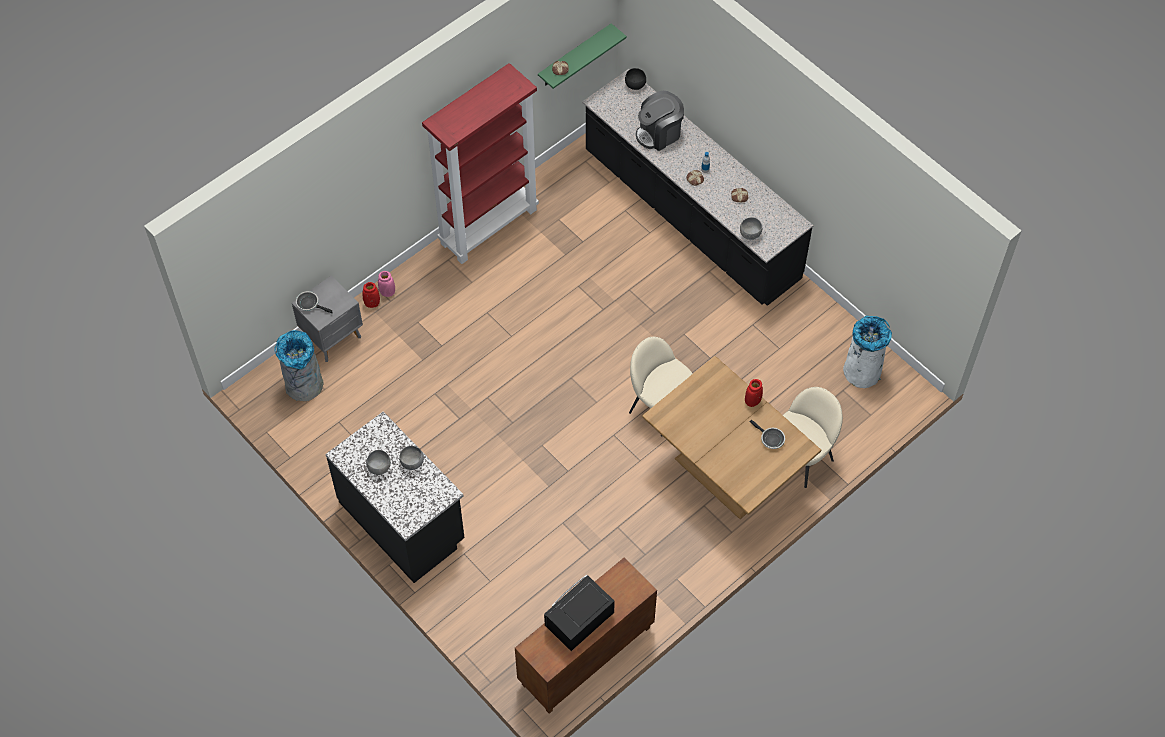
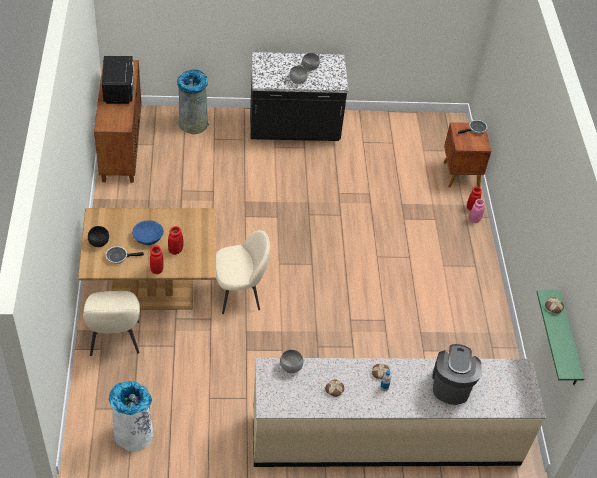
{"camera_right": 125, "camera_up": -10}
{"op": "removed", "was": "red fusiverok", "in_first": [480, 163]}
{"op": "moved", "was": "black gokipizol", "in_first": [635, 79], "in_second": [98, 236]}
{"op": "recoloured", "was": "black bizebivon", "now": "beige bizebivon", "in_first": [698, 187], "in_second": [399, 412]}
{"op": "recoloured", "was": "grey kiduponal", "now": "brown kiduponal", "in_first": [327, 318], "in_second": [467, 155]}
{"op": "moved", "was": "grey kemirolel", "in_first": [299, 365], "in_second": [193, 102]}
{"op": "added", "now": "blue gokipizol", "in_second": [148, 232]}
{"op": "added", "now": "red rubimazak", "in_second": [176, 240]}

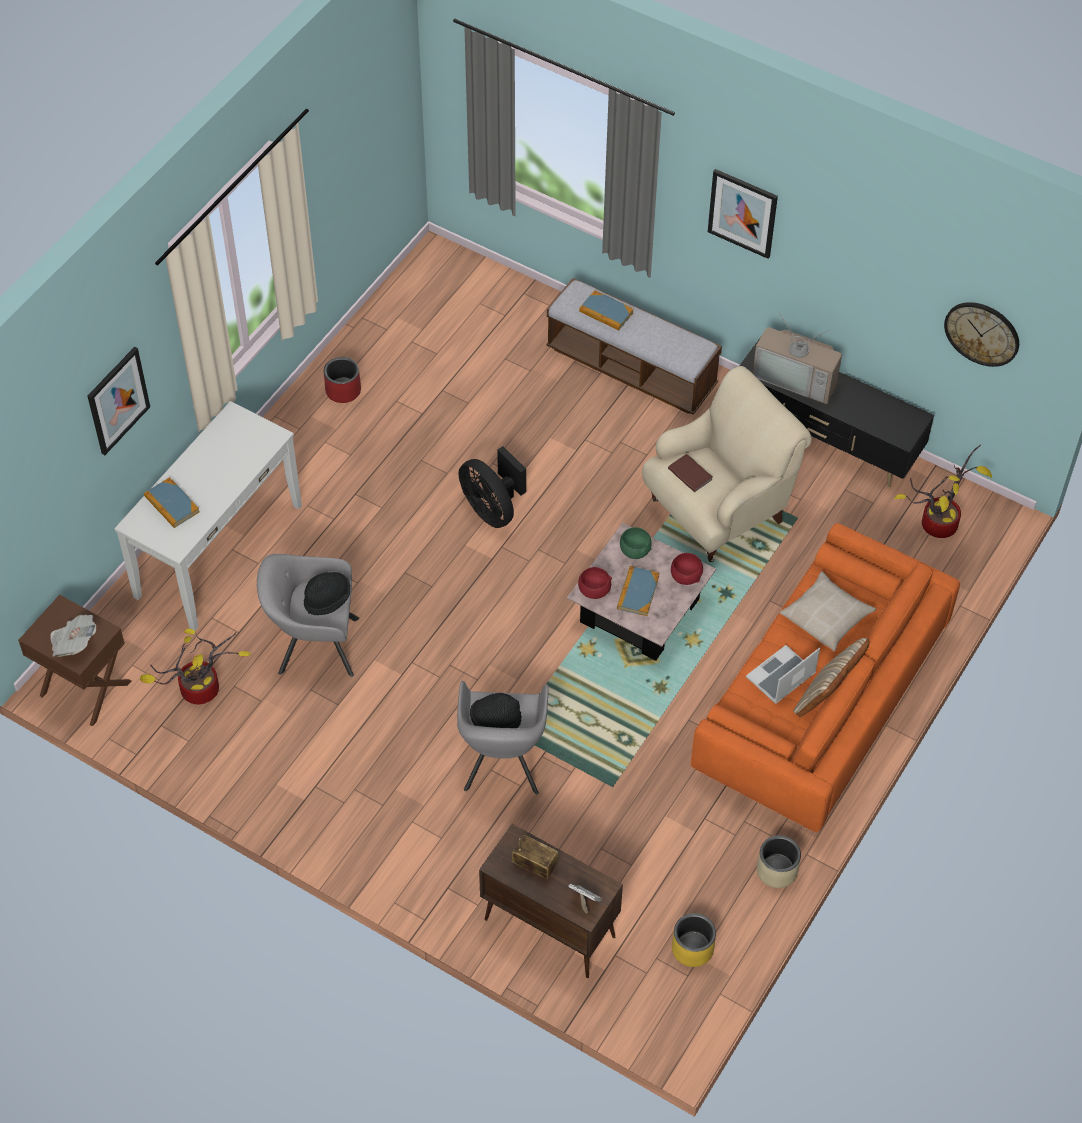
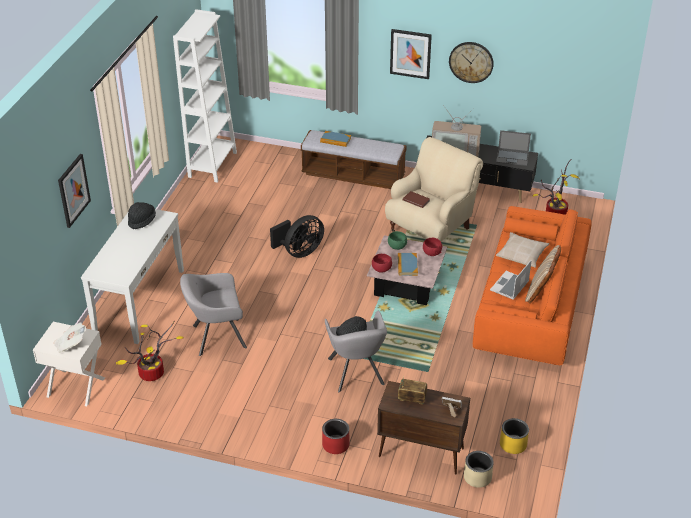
{"camera_right": -15, "camera_up": -15}
{"op": "moved", "was": "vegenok", "in_first": [981, 334], "in_second": [471, 62]}
{"op": "moved", "was": "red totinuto", "in_first": [342, 380], "in_second": [336, 436]}
{"op": "turned", "was": "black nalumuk", "in_first": [492, 487], "in_second": [297, 236], "clockwise": -75}
{"op": "removed", "was": "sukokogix", "in_first": [172, 502]}
{"op": "moved", "was": "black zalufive", "in_first": [327, 593], "in_second": [142, 215]}
{"op": "recoloured", "was": "brown kiduponal", "now": "white kiduponal", "in_first": [74, 661], "in_second": [69, 364]}
{"op": "moved", "was": "beige totinuto", "in_first": [779, 861], "in_second": [479, 469]}
{"op": "added", "now": "white fusiverok", "in_second": [205, 96]}
{"op": "added", "now": "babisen", "in_second": [513, 148]}

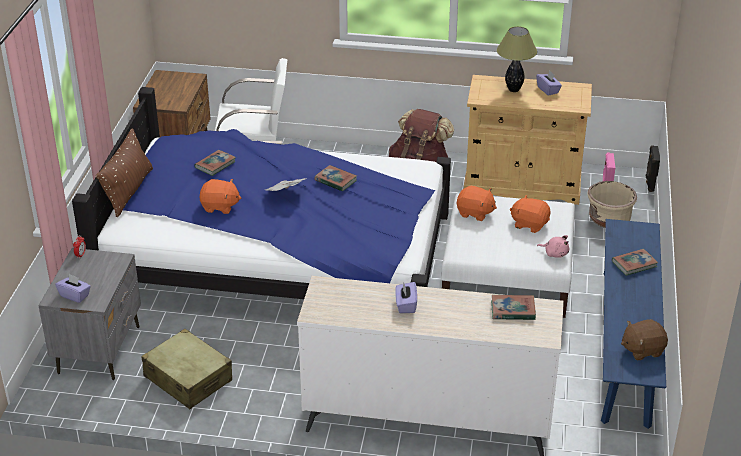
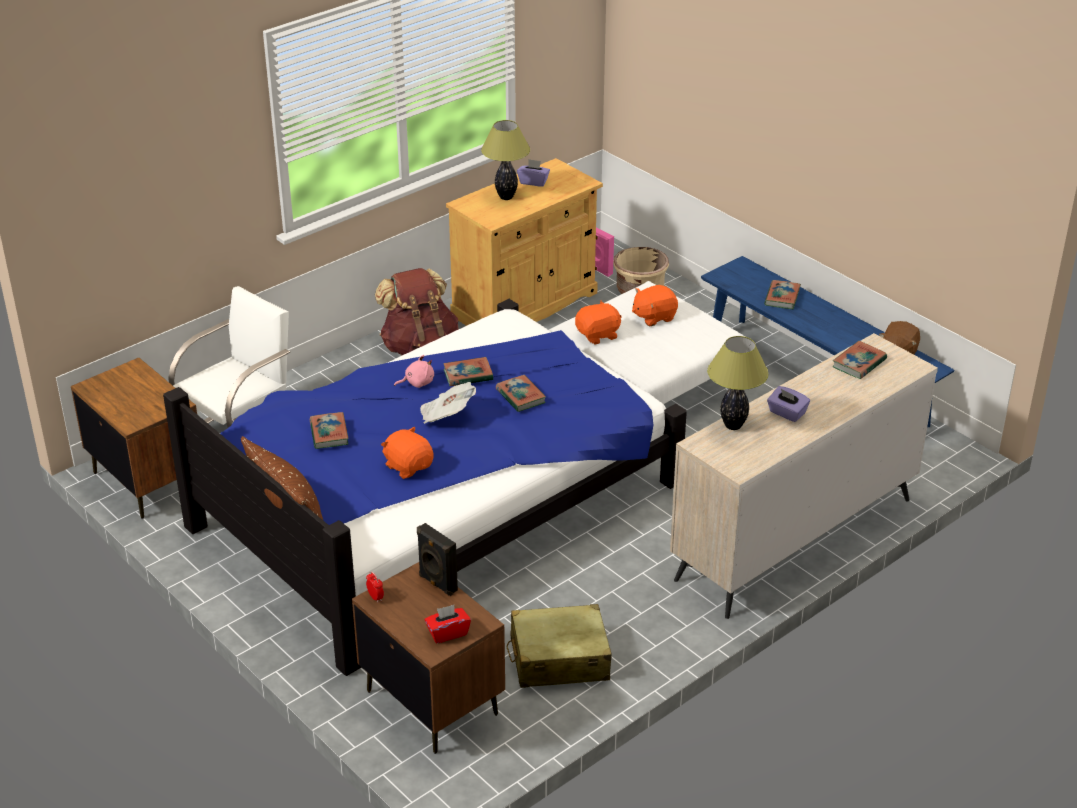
{"camera_right": -50, "camera_up": 0}
{"op": "moved", "was": "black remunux", "in_first": [653, 168], "in_second": [437, 559]}
{"op": "turned", "was": "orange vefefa", "in_first": [220, 196], "in_second": [407, 452], "clockwise": -90}
{"op": "moved", "was": "pink vefefa", "in_first": [553, 246], "in_second": [414, 371]}
{"op": "recoloured", "was": "grey kiduponal", "now": "brown kiduponal", "in_first": [89, 314], "in_second": [428, 658]}
{"op": "recoloured", "was": "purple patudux", "now": "red patudux", "in_first": [73, 288], "in_second": [447, 624]}
{"op": "added", "now": "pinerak", "in_second": [738, 383]}
{"op": "added", "now": "sukokogix", "in_second": [521, 393]}

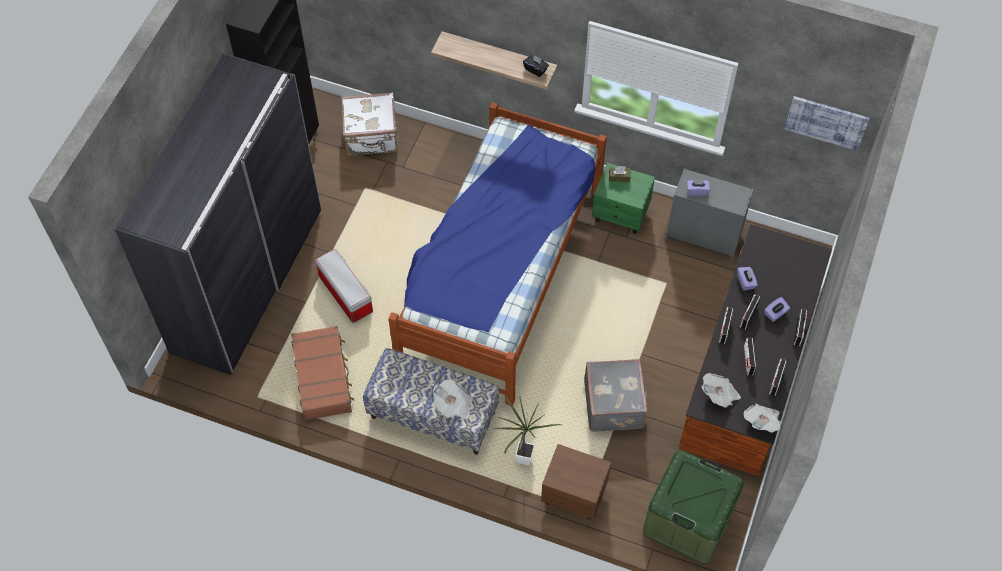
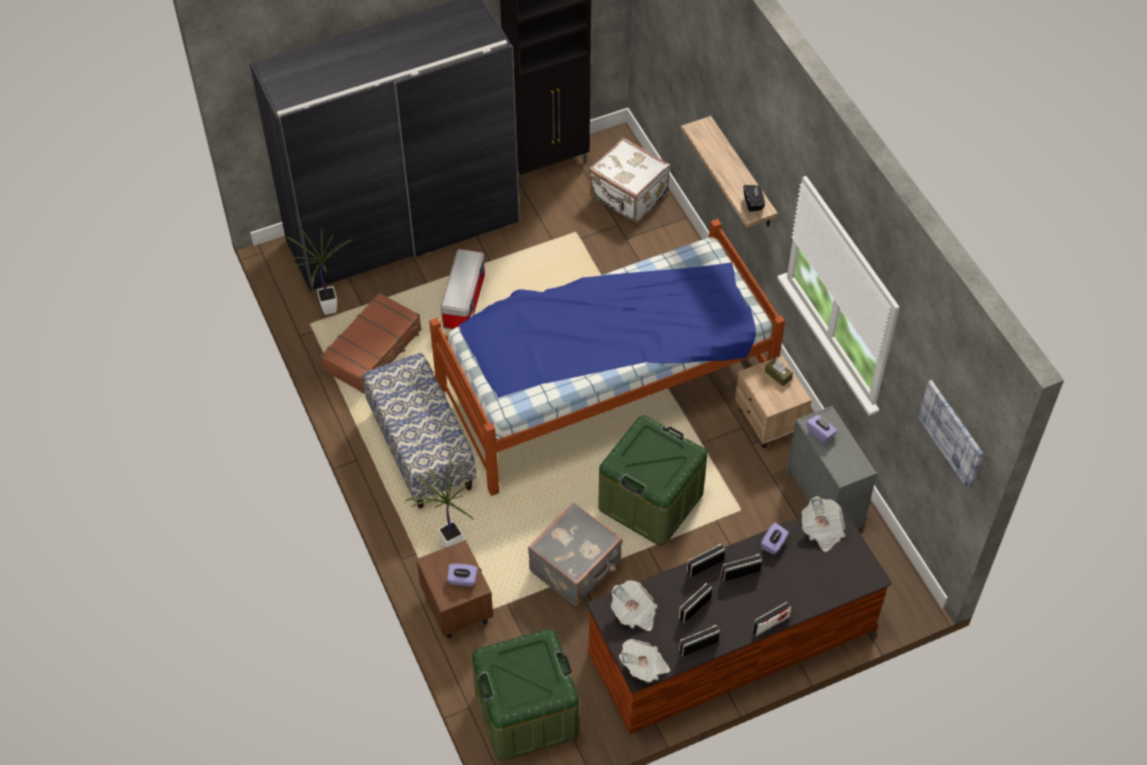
{"camera_right": 45, "camera_up": -5}
{"op": "recoloured", "was": "green kiduponal", "now": "beige kiduponal", "in_first": [623, 198], "in_second": [773, 401]}
{"op": "moved", "was": "purple patudux", "in_first": [777, 309], "in_second": [462, 574]}
{"op": "moved", "was": "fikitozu", "in_first": [452, 399], "in_second": [824, 524]}
{"op": "added", "now": "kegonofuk", "in_second": [320, 271]}
{"op": "added", "now": "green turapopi", "in_second": [653, 480]}

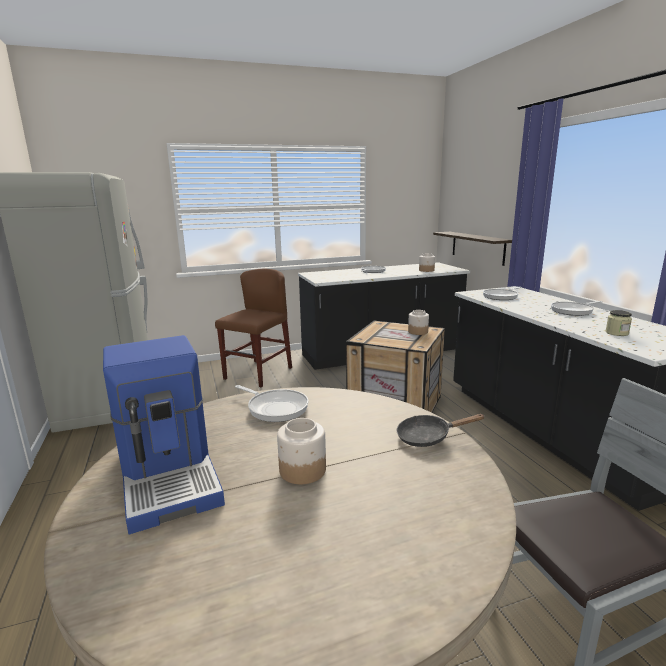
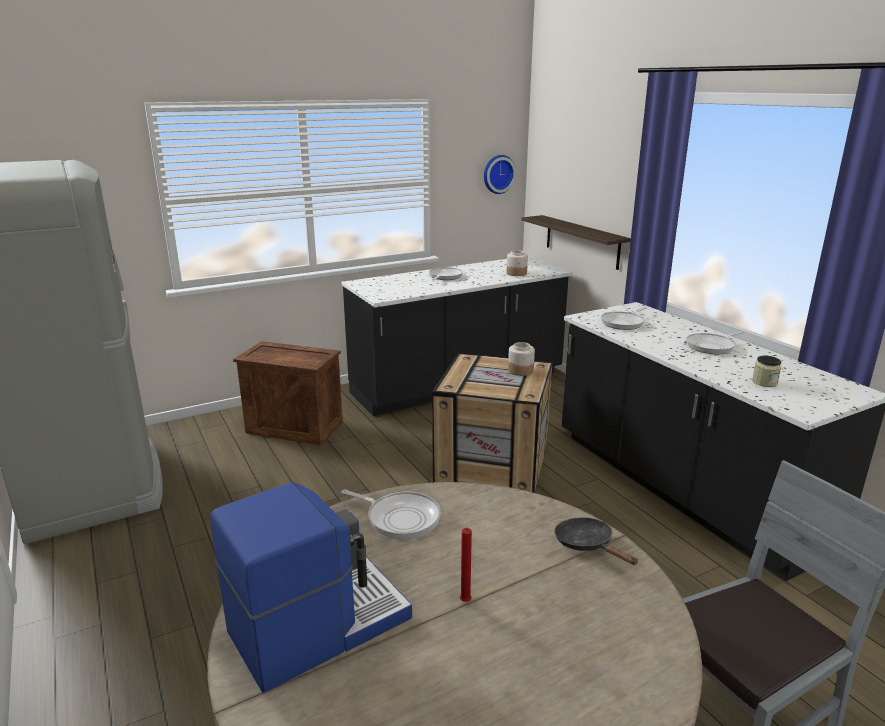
{"camera_right": -10, "camera_up": 5}
{"op": "replaced", "was": "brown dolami", "now": "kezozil", "in_first": [253, 328], "in_second": [288, 393]}
{"op": "turned", "was": "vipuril", "in_first": [164, 434], "in_second": [311, 587], "clockwise": -90}
{"op": "turned", "was": "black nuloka", "in_first": [440, 430], "in_second": [596, 541], "clockwise": 75}
{"op": "replaced", "was": "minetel", "now": "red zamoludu", "in_first": [301, 451], "in_second": [466, 565]}
{"op": "added", "now": "vegenok", "in_second": [500, 174]}

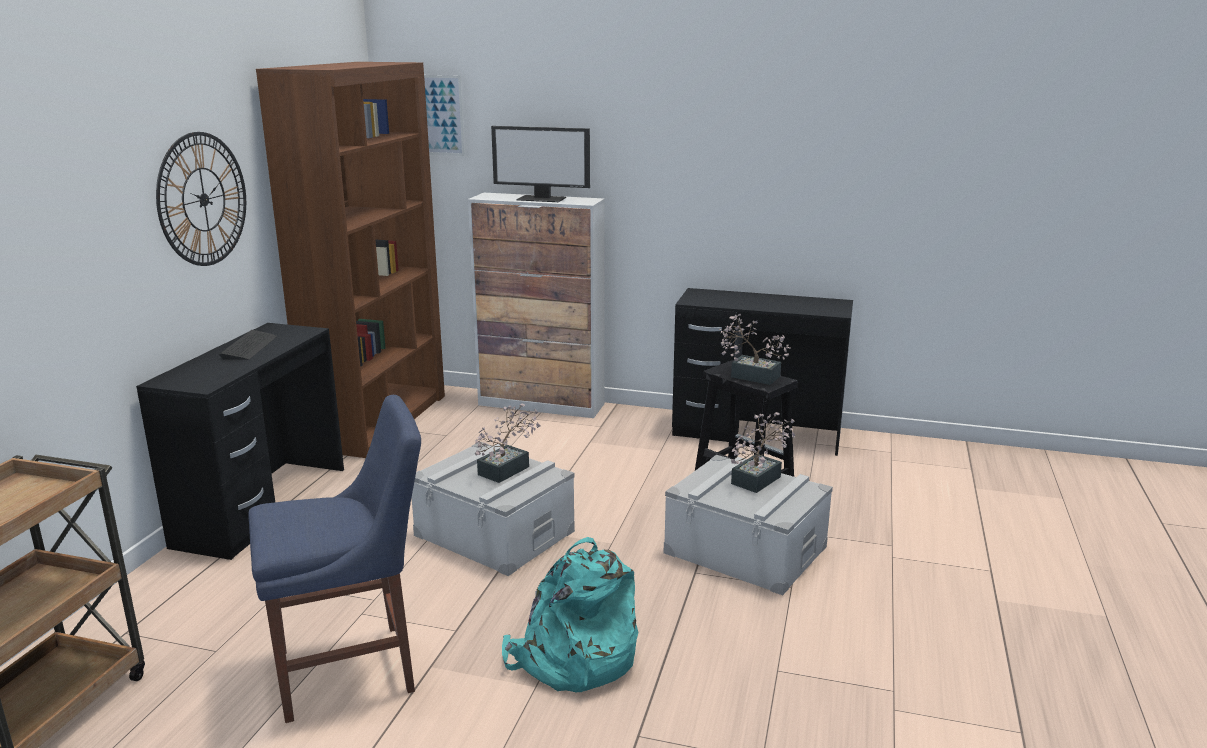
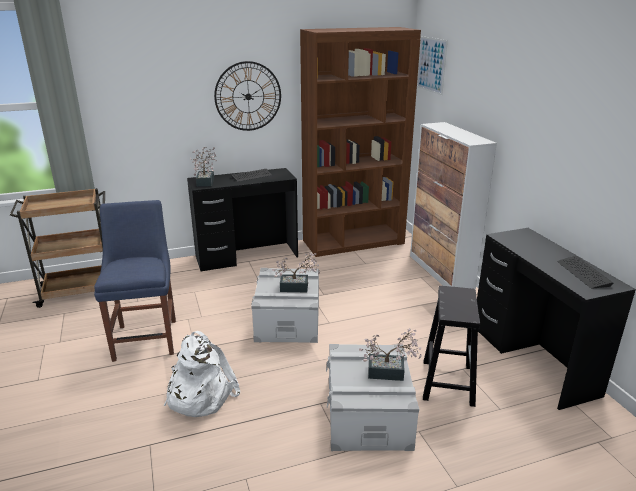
{"camera_right": 55, "camera_up": 5}
{"op": "removed", "was": "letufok", "in_first": [540, 164]}
{"op": "moved", "was": "kegonofuk", "in_first": [754, 349], "in_second": [204, 166]}
{"op": "turned", "was": "blue dolami", "in_first": [334, 559], "in_second": [135, 281], "clockwise": -135}
{"op": "recoloured", "was": "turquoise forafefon", "now": "white forafefon", "in_first": [570, 614], "in_second": [201, 374]}
{"op": "added", "now": "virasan", "in_second": [586, 272]}

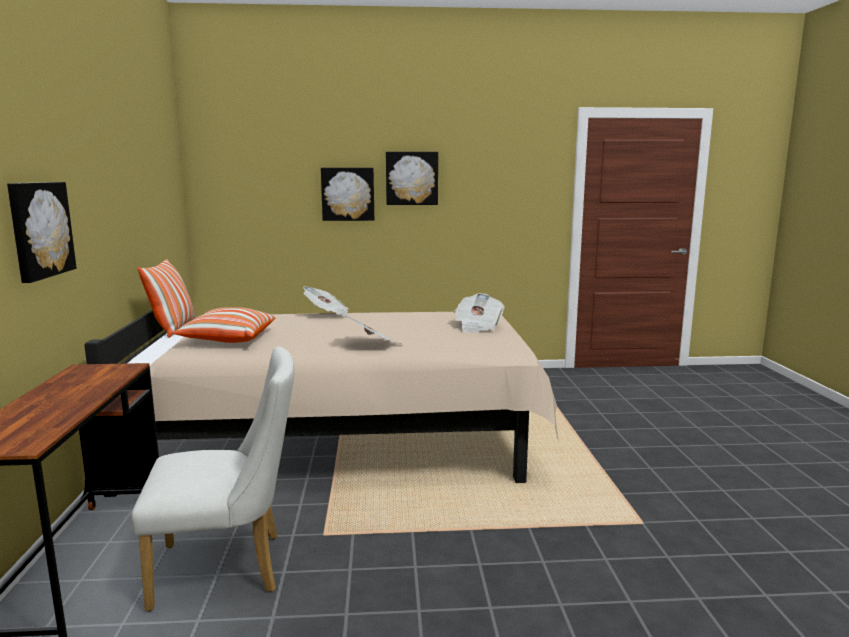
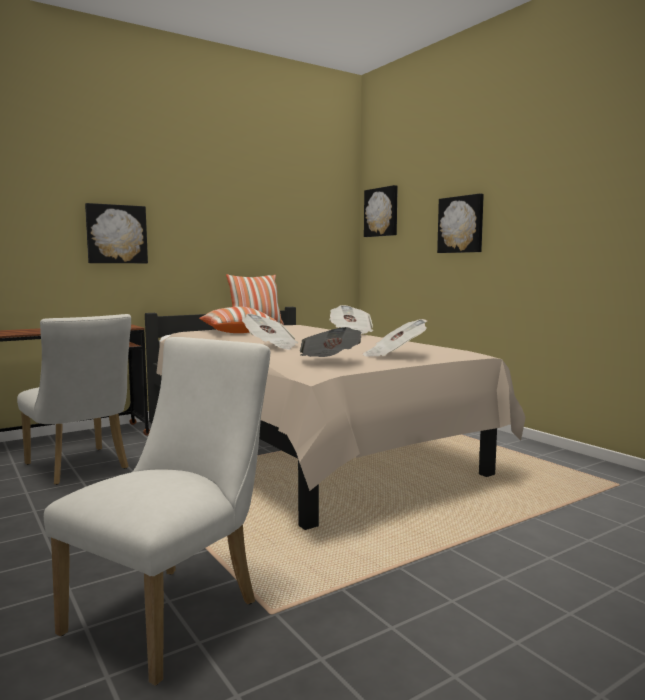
{"camera_right": 60, "camera_up": -5}
{"op": "moved", "was": "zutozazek", "in_first": [412, 178], "in_second": [381, 211]}
{"op": "added", "now": "fikitozu", "in_second": [331, 342]}
{"op": "added", "now": "white dolami", "in_second": [157, 511]}

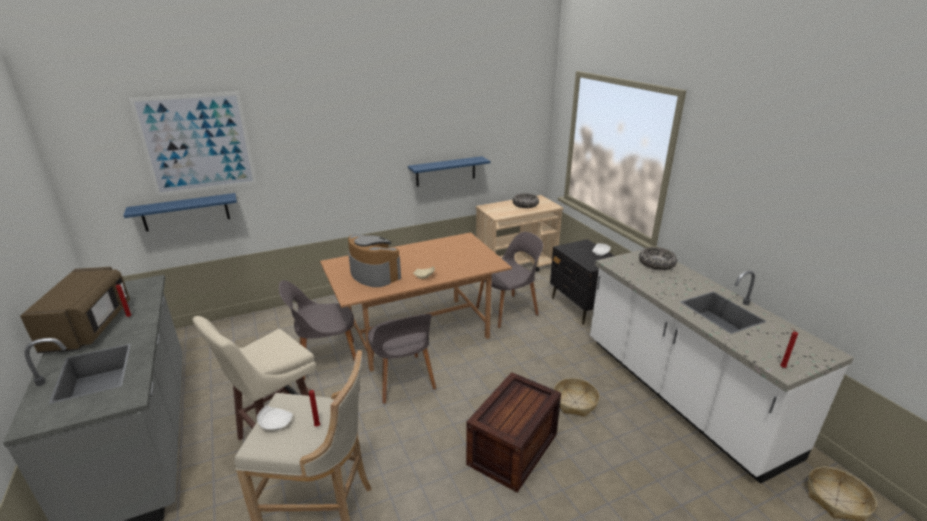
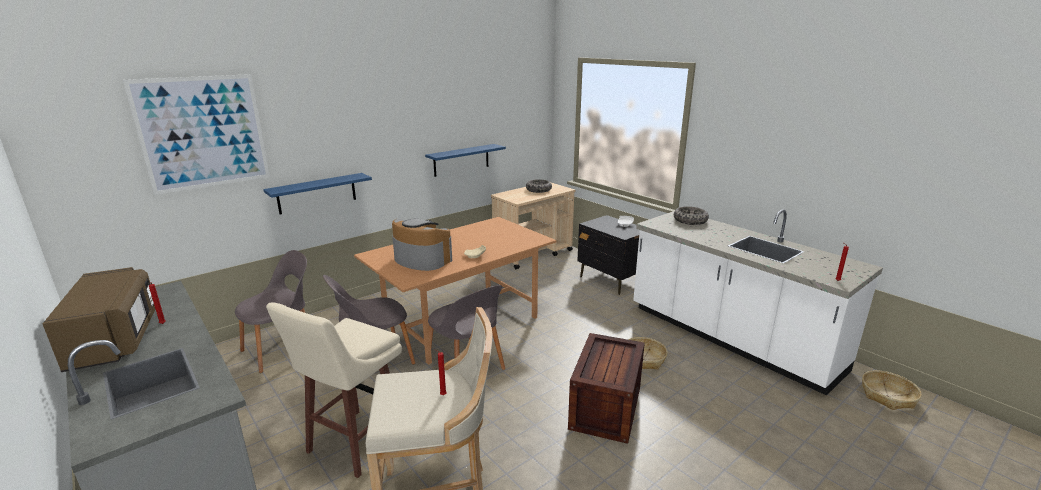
{"camera_right": -15, "camera_up": -5}
{"op": "moved", "was": "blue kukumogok", "in_first": [180, 212], "in_second": [317, 194]}
{"op": "moved", "was": "grey dolami", "in_first": [509, 280], "in_second": [271, 311]}
{"op": "removed", "was": "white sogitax", "in_first": [275, 417]}

